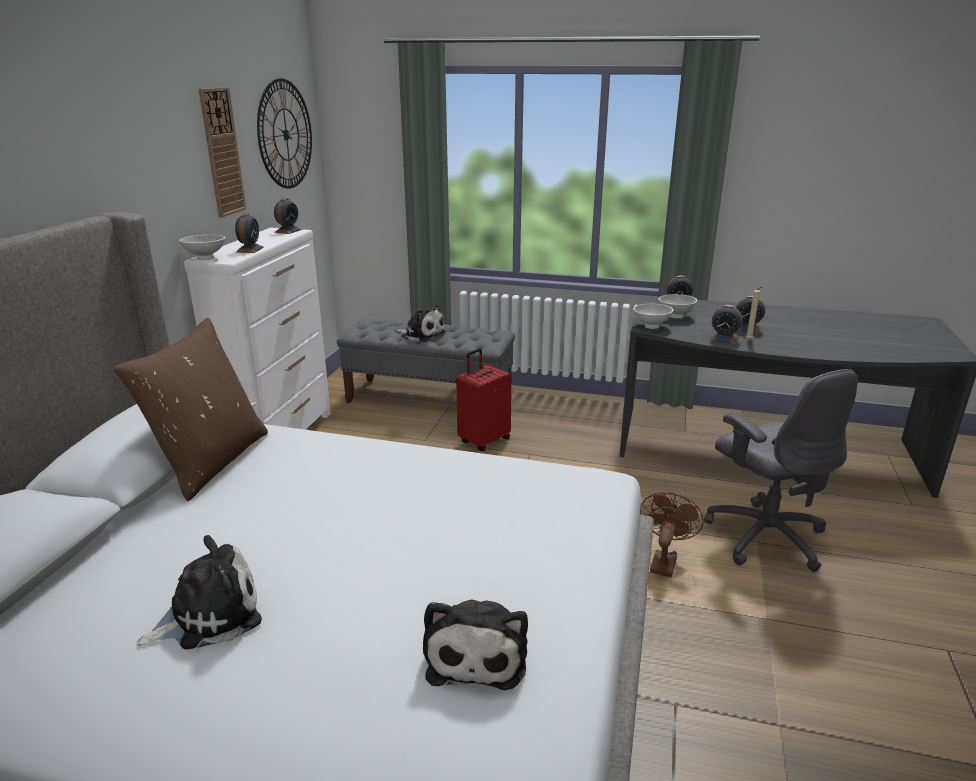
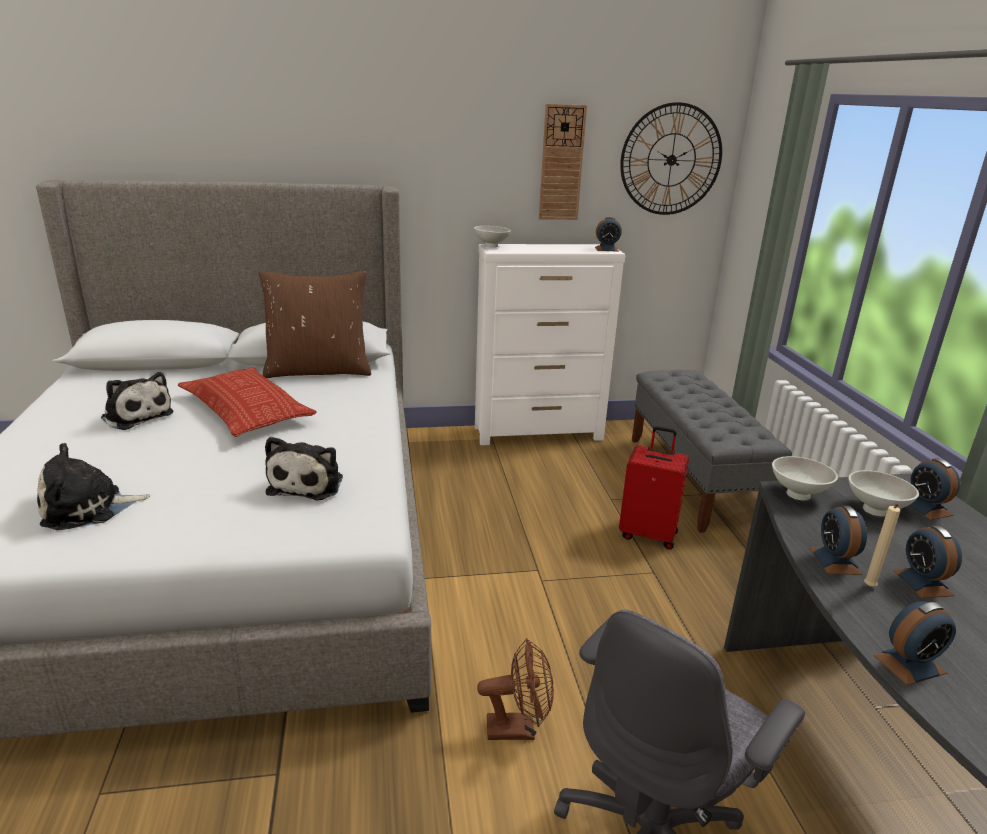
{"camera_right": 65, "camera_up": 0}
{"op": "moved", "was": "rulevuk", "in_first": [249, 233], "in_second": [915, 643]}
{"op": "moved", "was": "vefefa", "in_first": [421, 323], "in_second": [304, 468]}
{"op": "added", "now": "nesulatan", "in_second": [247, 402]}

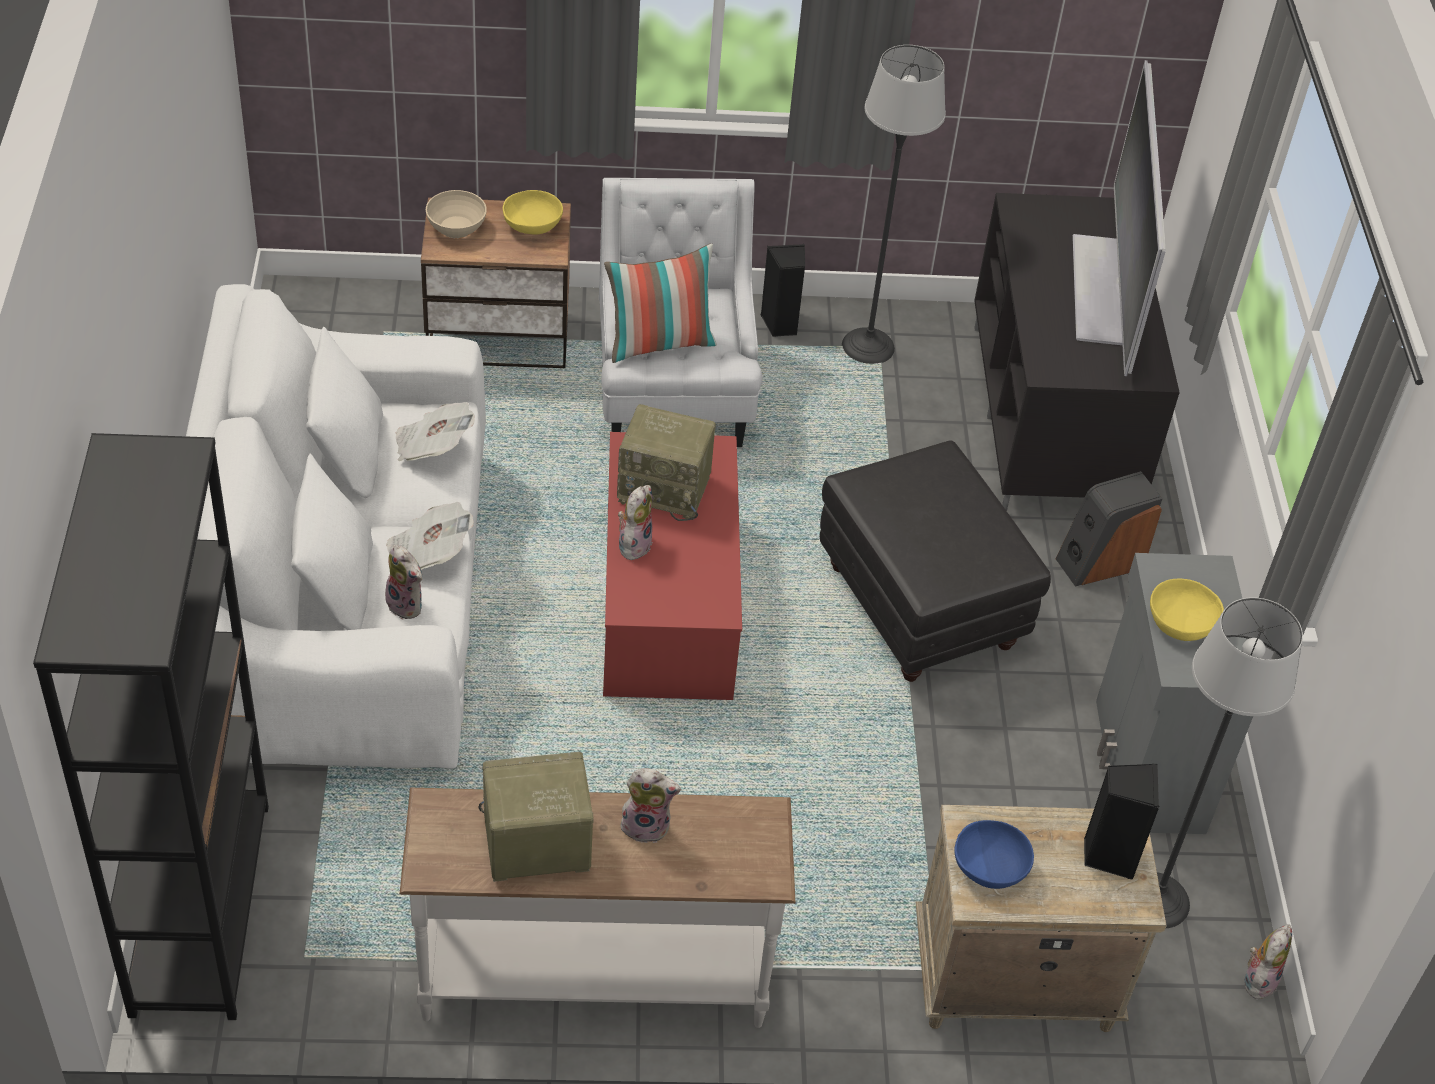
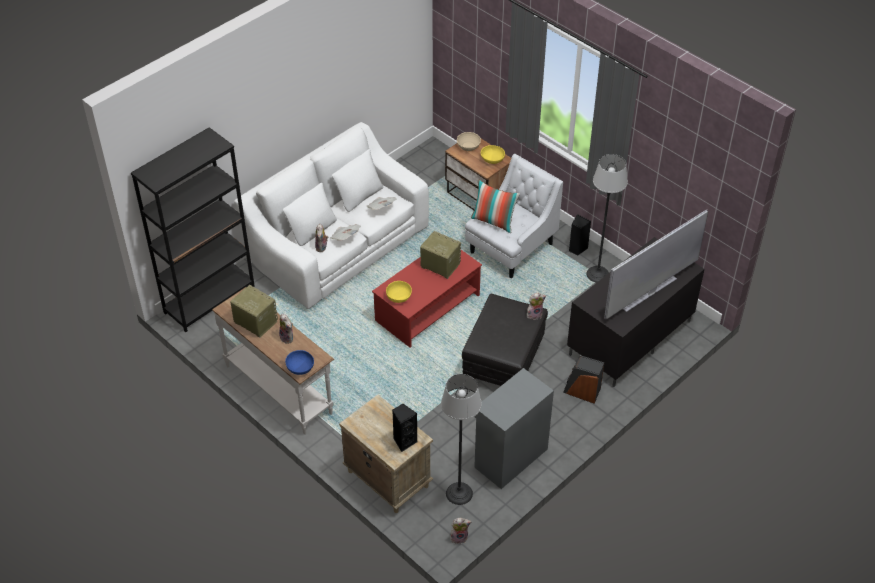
{"camera_right": 50, "camera_up": 0}
{"op": "turned", "was": "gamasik", "in_first": [666, 462], "in_second": [440, 255], "clockwise": 150}
{"op": "moved", "was": "vefefa", "in_first": [635, 522], "in_second": [536, 306]}
{"op": "moved", "was": "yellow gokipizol", "in_first": [1187, 610], "in_second": [399, 292]}
{"op": "moved", "was": "blue gokipizol", "in_first": [994, 854], "in_second": [299, 362]}

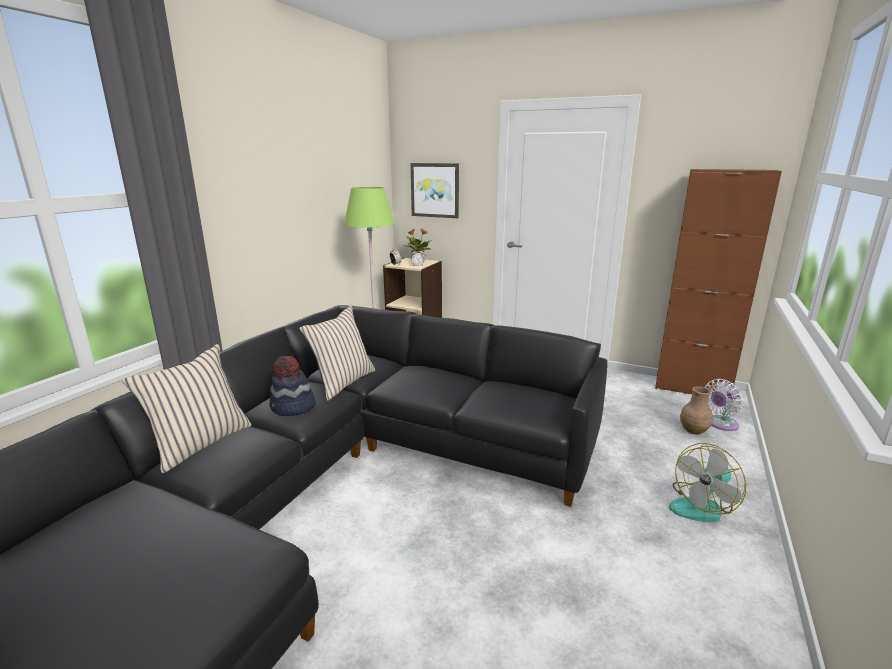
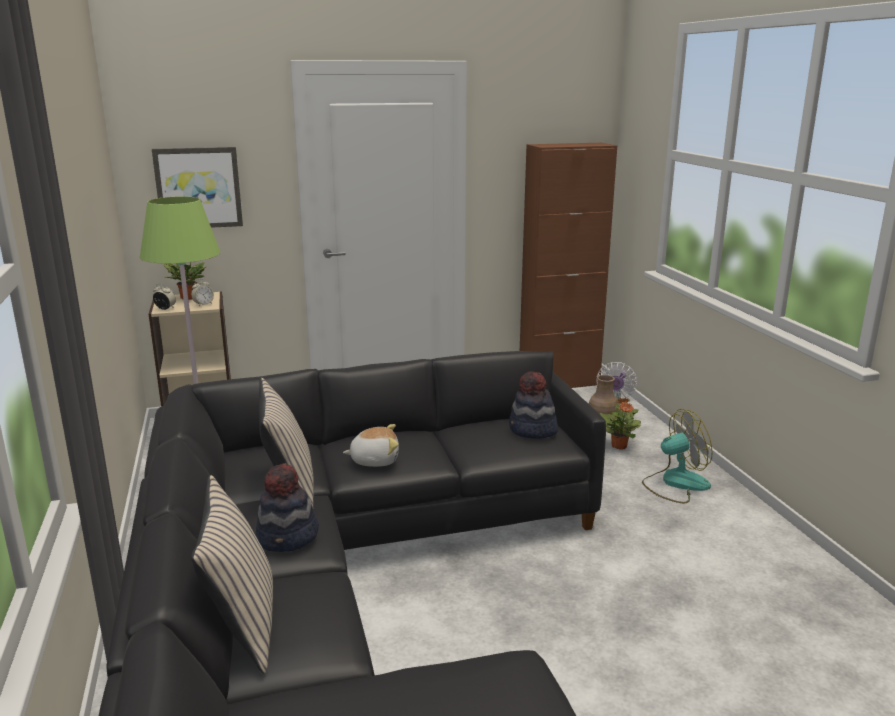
{"camera_right": -40, "camera_up": 0}
{"op": "turned", "was": "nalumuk", "in_first": [707, 482], "in_second": [677, 456], "clockwise": -120}
{"op": "added", "now": "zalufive", "in_second": [533, 405]}
{"op": "added", "now": "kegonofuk", "in_second": [620, 424]}
{"op": "added", "now": "vefefa", "in_second": [371, 445]}

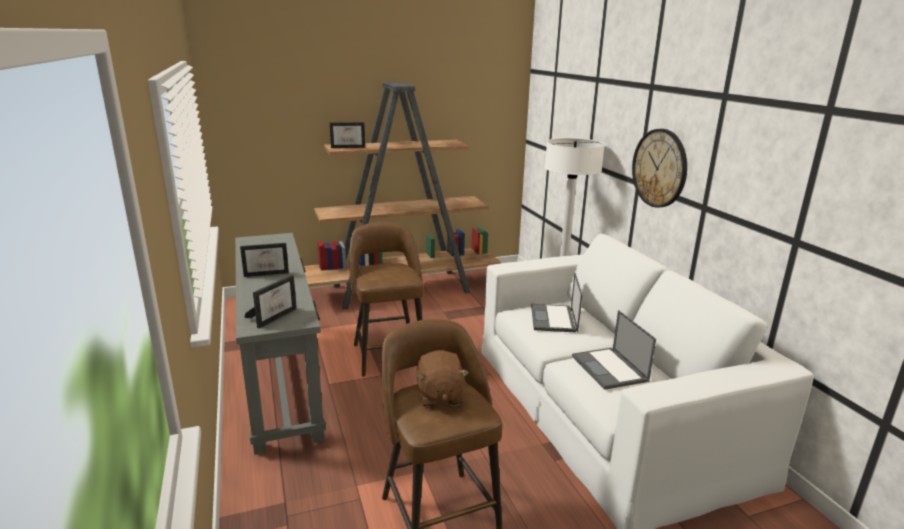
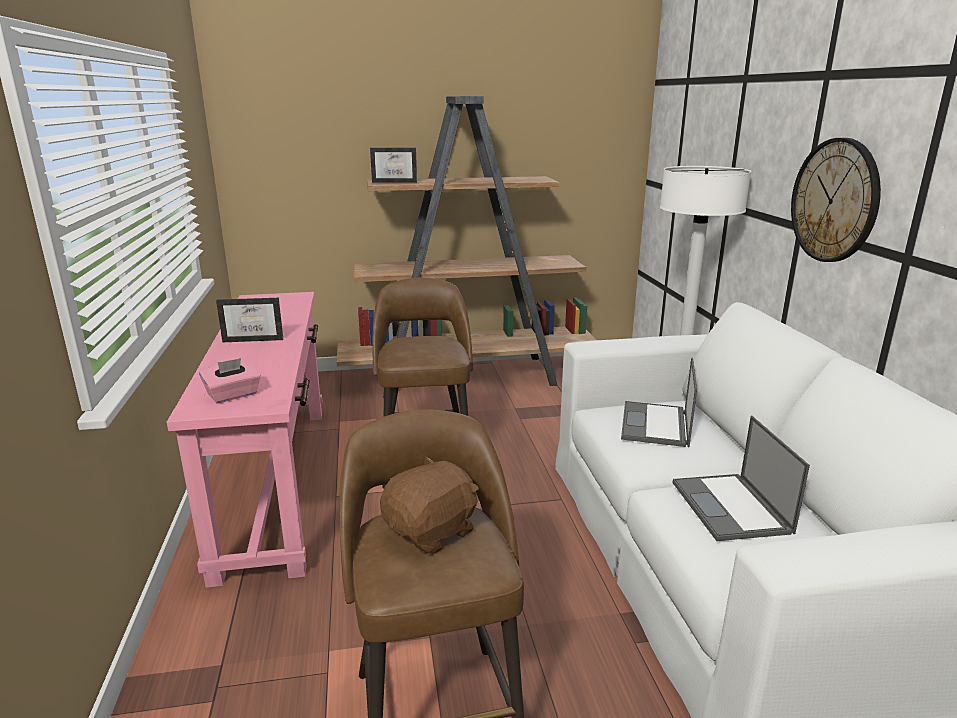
{"camera_right": 10, "camera_up": 0}
{"op": "recoloured", "was": "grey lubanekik", "now": "pink lubanekik", "in_first": [280, 344], "in_second": [244, 440]}
{"op": "replaced", "was": "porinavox", "now": "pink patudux", "in_first": [271, 301], "in_second": [230, 380]}
{"op": "turned", "was": "brown vefefa", "in_first": [442, 379], "in_second": [429, 506], "clockwise": -135}

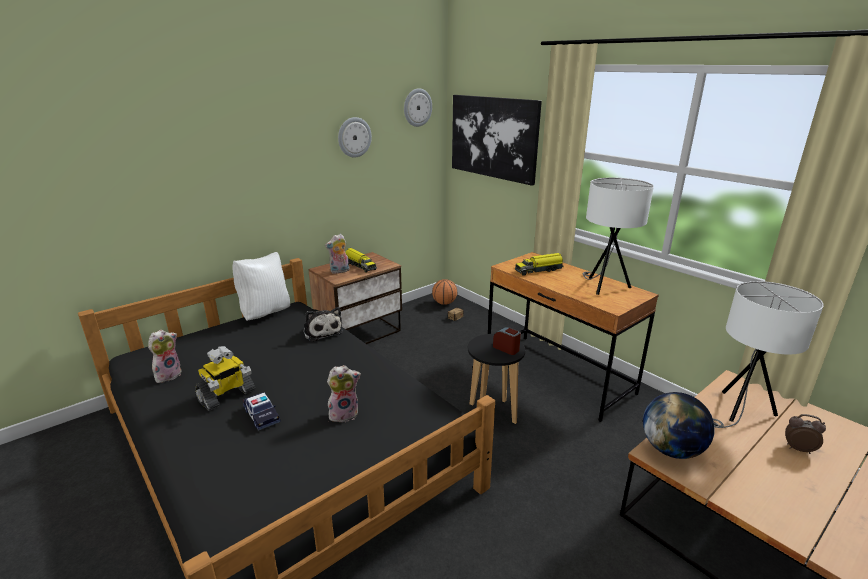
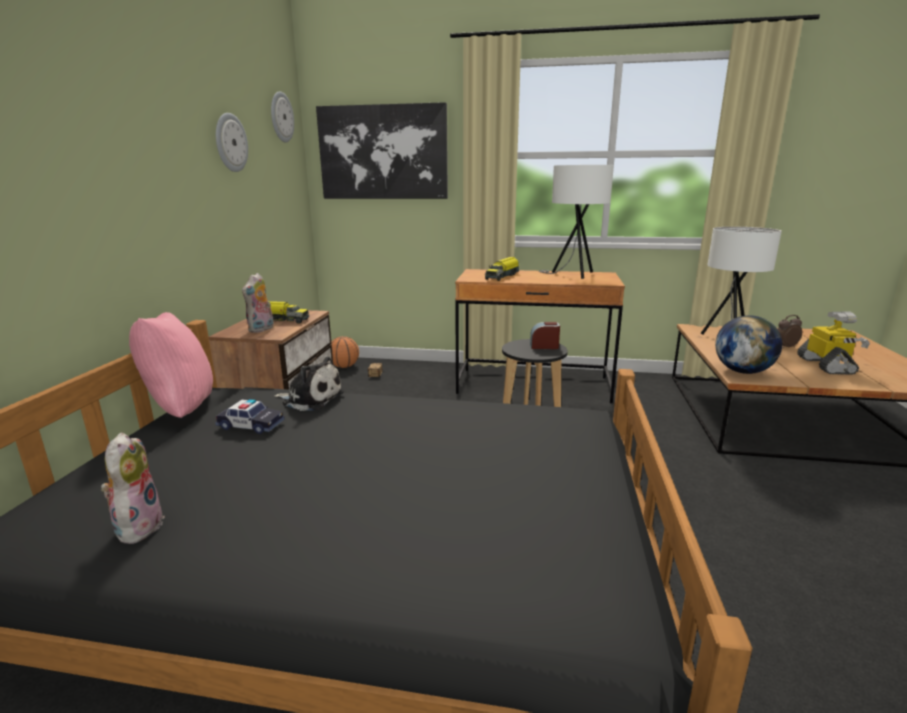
{"camera_right": -40, "camera_up": -5}
{"op": "recoloured", "was": "white nesulatan", "now": "pink nesulatan", "in_first": [261, 286], "in_second": [171, 365]}
{"op": "moved", "was": "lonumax", "in_first": [225, 378], "in_second": [833, 343]}
{"op": "removed", "was": "vefefa", "in_first": [344, 393]}
{"op": "moved", "was": "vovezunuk", "in_first": [262, 411], "in_second": [250, 416]}

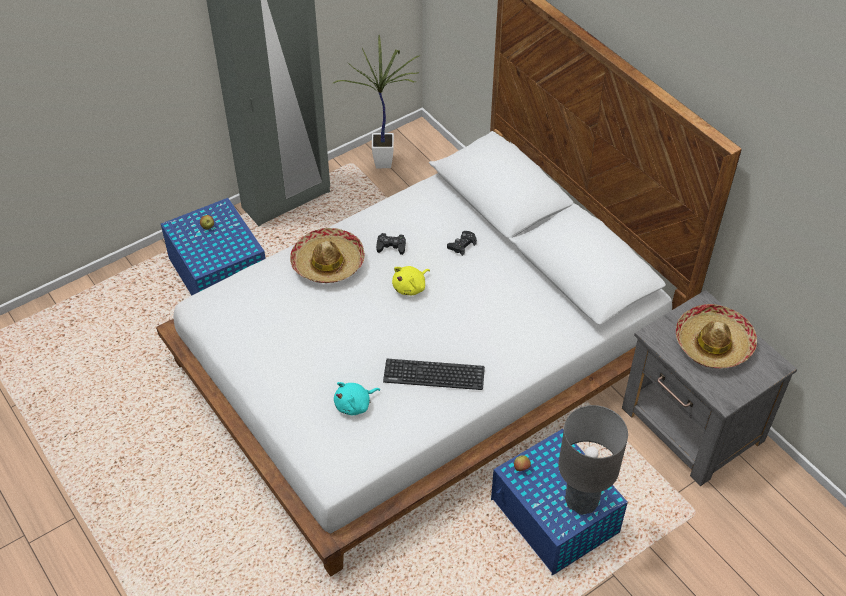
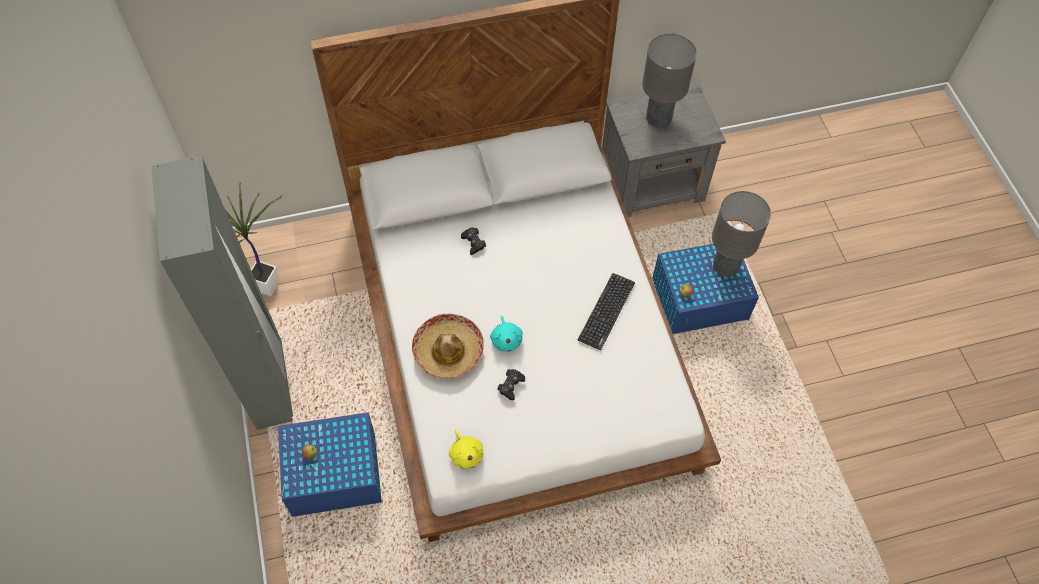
{"camera_right": -70, "camera_up": 10}
{"op": "moved", "was": "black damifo", "in_first": [391, 244], "in_second": [511, 384]}
{"op": "moved", "was": "yellow vefefa", "in_first": [411, 280], "in_second": [466, 449]}
{"op": "replaced", "was": "zalufive", "now": "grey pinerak", "in_first": [716, 336], "in_second": [669, 80]}
{"op": "moved", "was": "turquoise vefefa", "in_first": [357, 398], "in_second": [506, 334]}

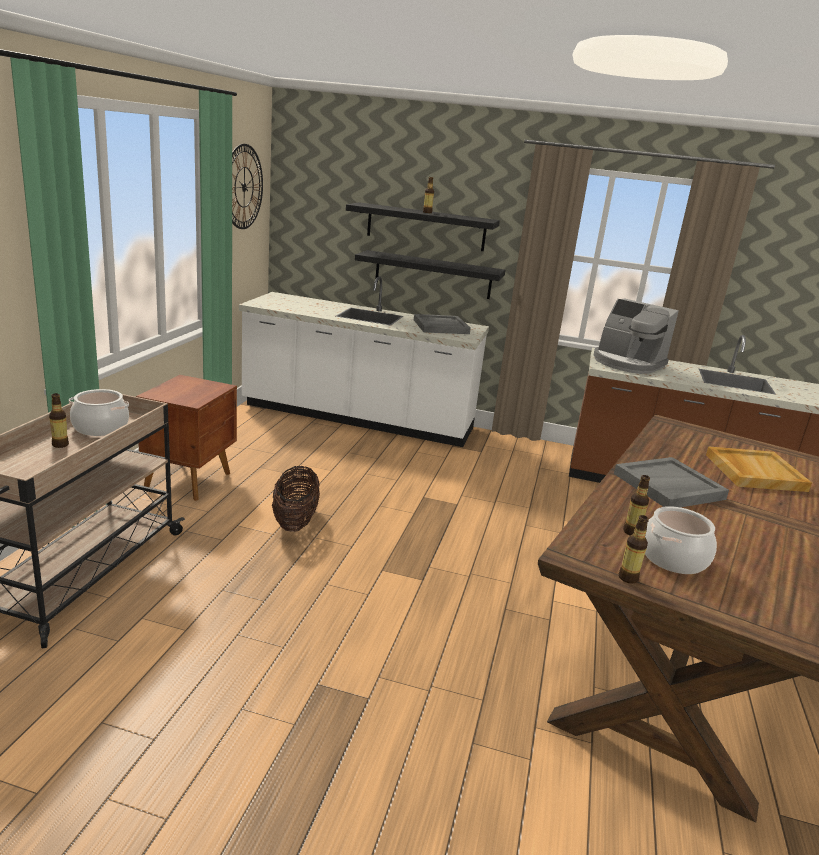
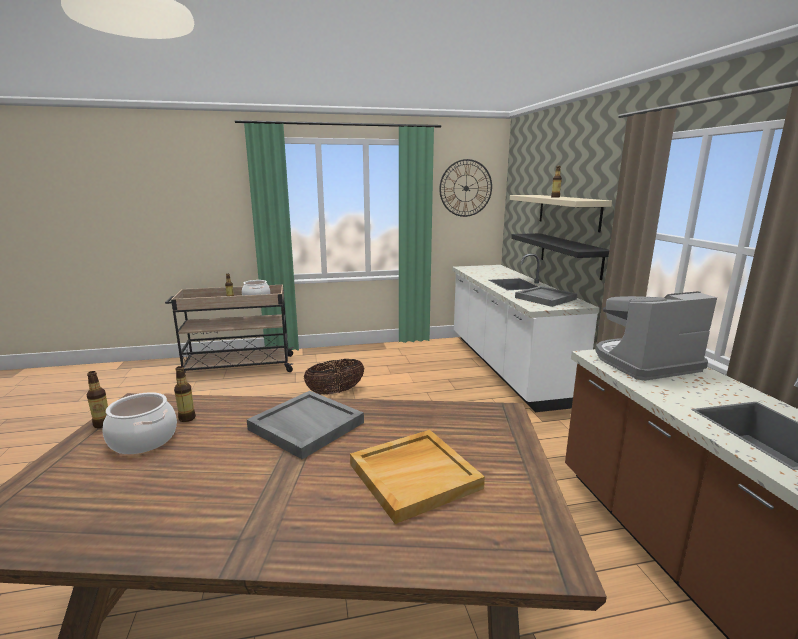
{"camera_right": 65, "camera_up": -5}
{"op": "recoloured", "was": "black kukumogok", "now": "beige kukumogok", "in_first": [423, 226], "in_second": [561, 213]}
{"op": "turned", "was": "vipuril", "in_first": [636, 336], "in_second": [656, 336], "clockwise": 60}
{"op": "removed", "was": "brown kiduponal", "in_first": [186, 438]}

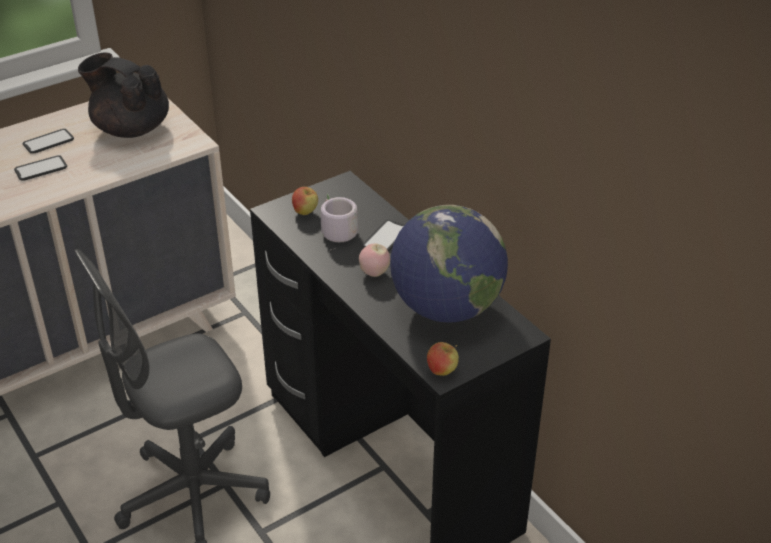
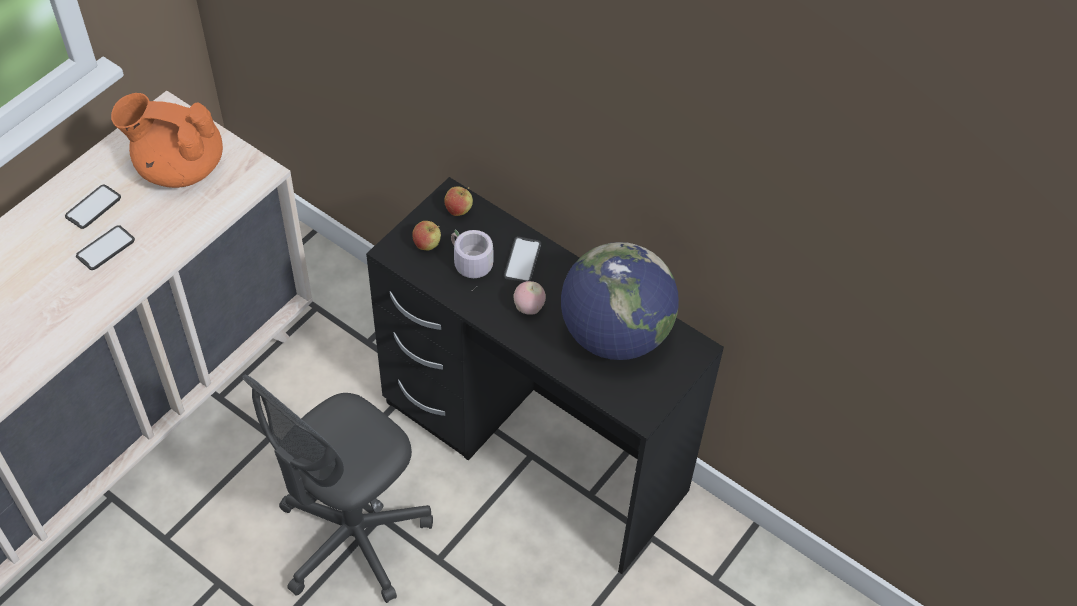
{"camera_right": -20, "camera_up": 15}
{"op": "recoloured", "was": "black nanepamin", "now": "orange nanepamin", "in_first": [123, 95], "in_second": [167, 140]}
{"op": "moved", "was": "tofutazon", "in_first": [443, 359], "in_second": [458, 201]}

